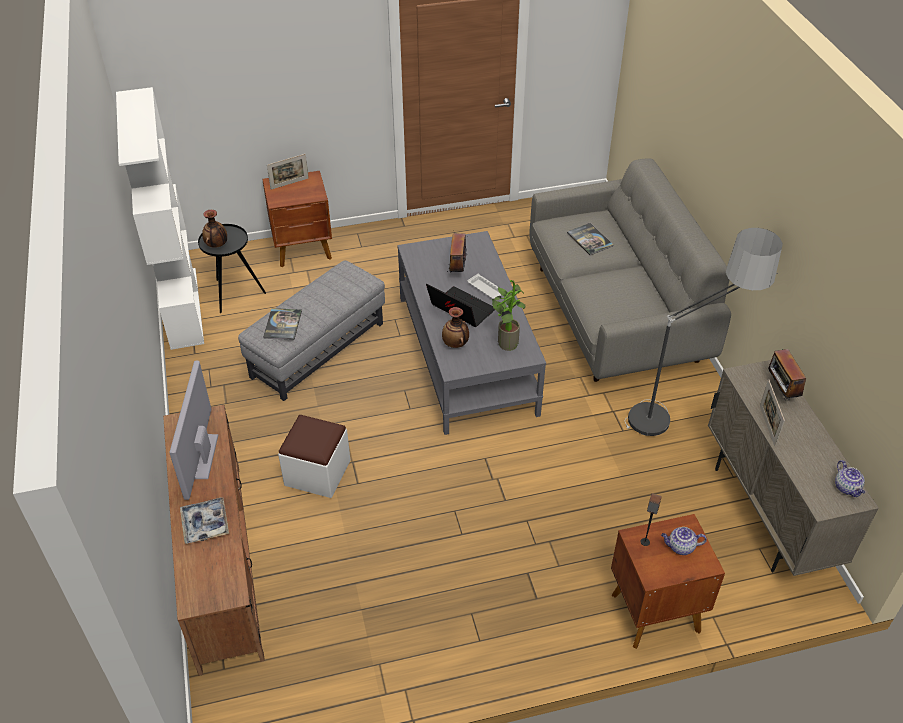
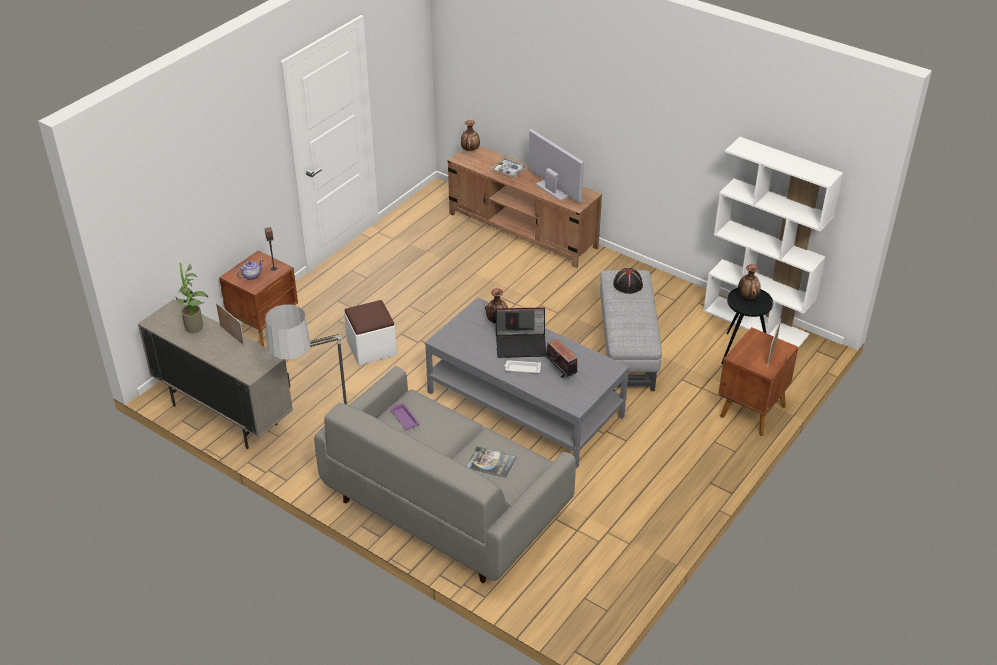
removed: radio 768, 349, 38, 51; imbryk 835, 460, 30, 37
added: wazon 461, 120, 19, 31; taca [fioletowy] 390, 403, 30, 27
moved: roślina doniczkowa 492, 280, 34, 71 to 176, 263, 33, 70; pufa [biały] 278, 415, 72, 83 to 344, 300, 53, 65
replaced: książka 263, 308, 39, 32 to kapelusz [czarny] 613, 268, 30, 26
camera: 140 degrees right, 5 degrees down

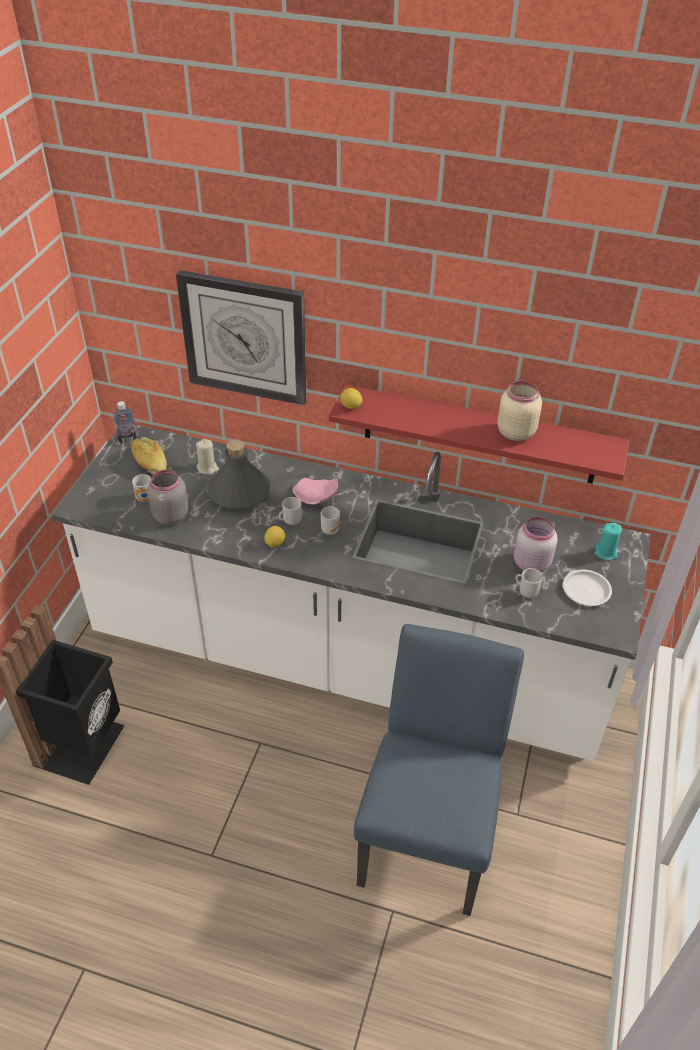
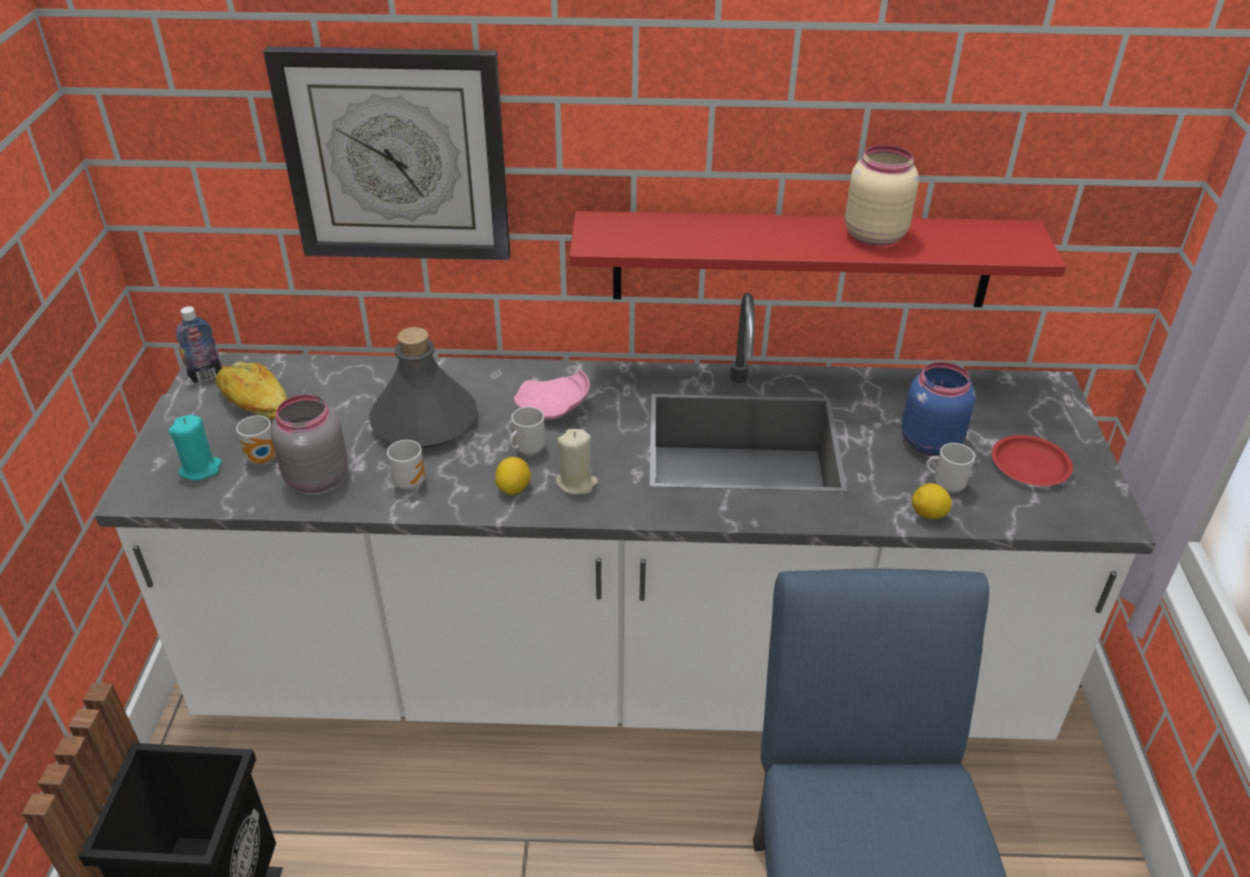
moved: cytryna 340, 388, 23, 21 to 912, 483, 40, 36; świeca [beżowy] 196, 439, 23, 36 to 555, 429, 43, 65; kubek 321, 506, 19, 29 to 387, 440, 38, 50; świeca [turkusowy] 595, 523, 27, 37 to 169, 415, 53, 65
recoloured: słoik [różowy] 514, 517, 43, 55 to słoik [niebieski] 901, 362, 74, 94; talerz [biały] 563, 570, 49, 36 to talerz [czerwony] 992, 435, 81, 51
camera: 15 degrees left, 5 degrees down

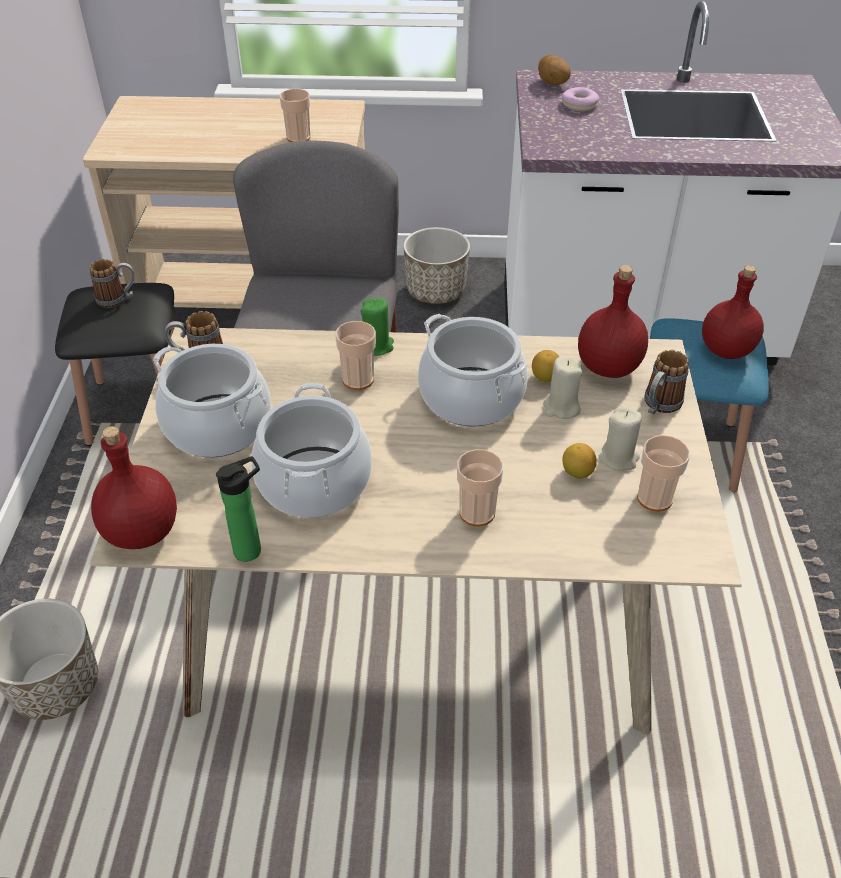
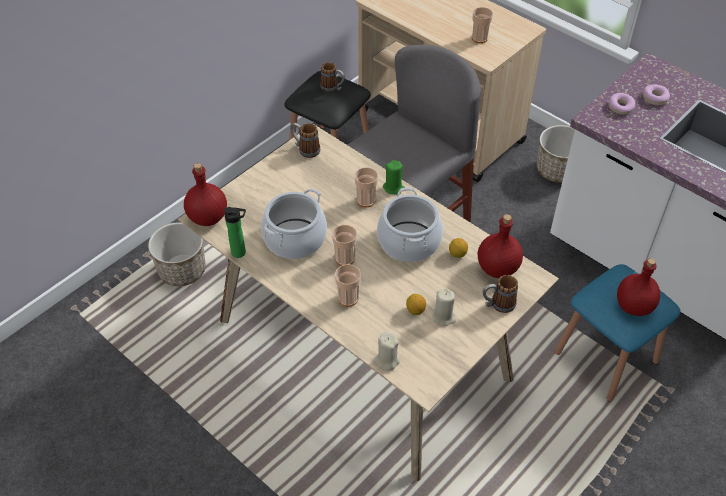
removed: ziemniak 538, 55, 33, 30; garnek 153, 344, 118, 113
added: donut 608, 93, 27, 21
moved: świeca [beżowy] 543, 357, 39, 62 to 374, 332, 26, 39; filiżanka 637, 435, 53, 77 to 332, 225, 25, 41
camera: 40 degrees right, 5 degrees up

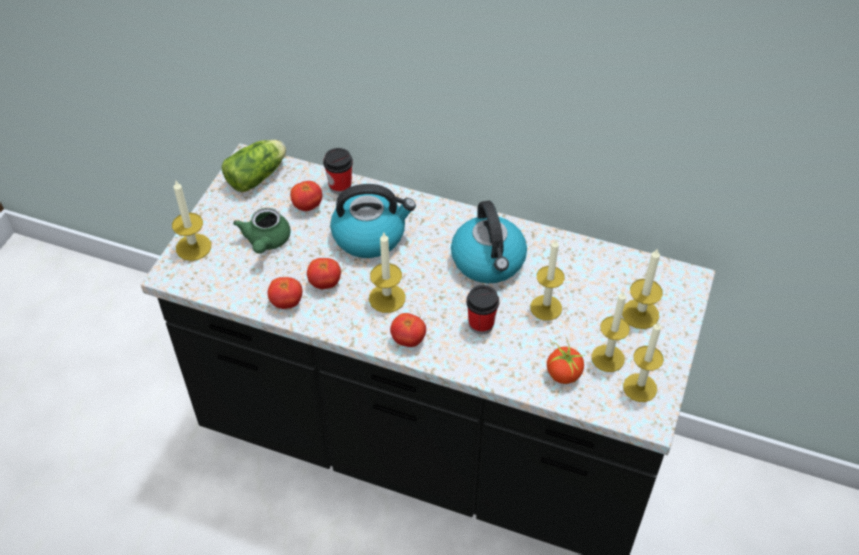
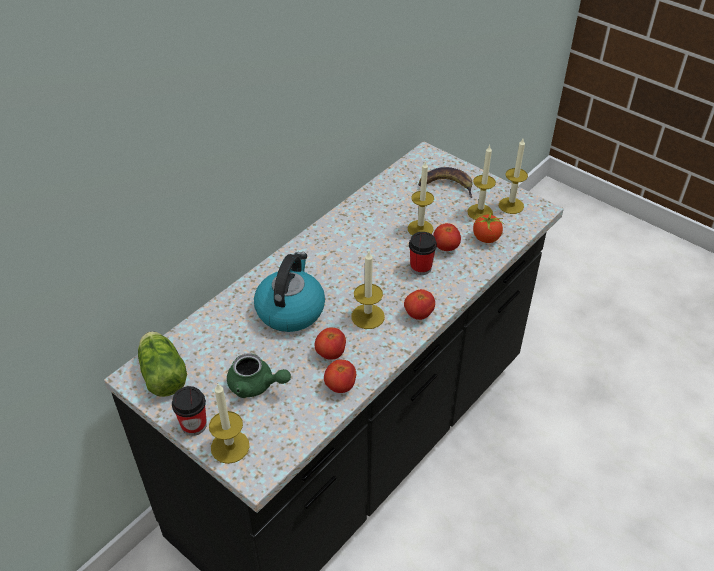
removed: czajnik 451, 200, 76, 83
moved: filiżanka 323, 148, 30, 46 to 172, 386, 35, 50; pomidor 290, 181, 32, 30 to 433, 223, 28, 28
replaced: świeca 622, 248, 41, 81 to banan 418, 167, 55, 31
camera: 70 degrees left, 5 degrees down

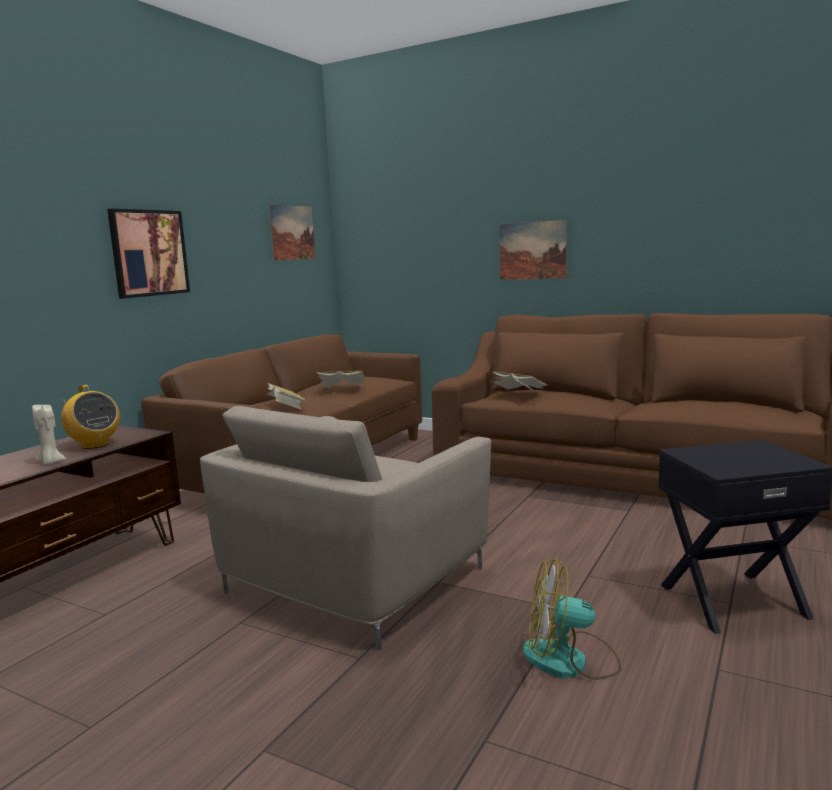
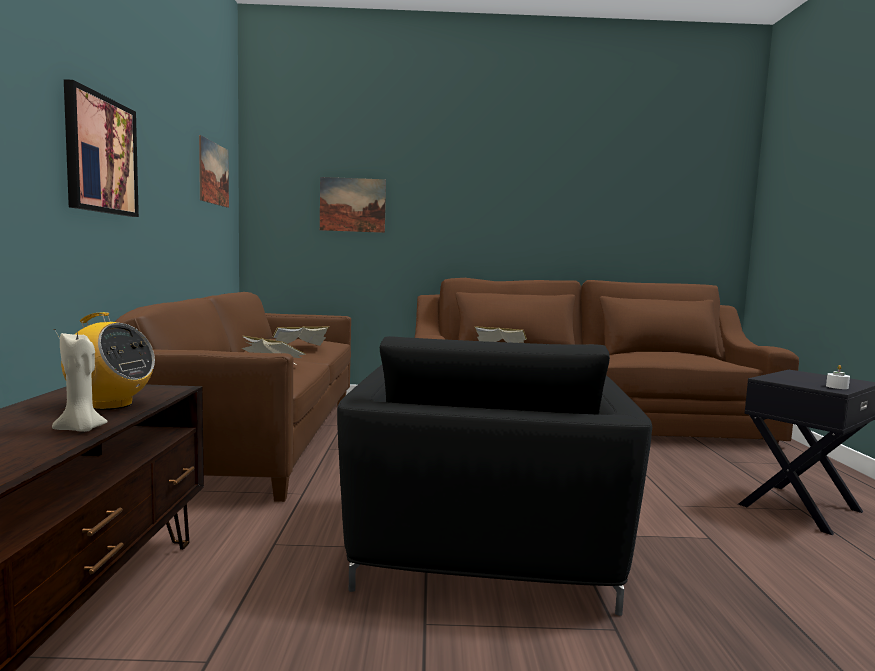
removed: wentylator 523, 559, 99, 121
added: świeca [biały] 826, 365, 24, 24
moved: obraz 499, 220, 68, 60 to 320, 177, 66, 56
recoloured: fotel [beżowy] 200, 406, 291, 244 to fotel [czarny] 337, 336, 315, 280
camera: 30 degrees left, 5 degrees down

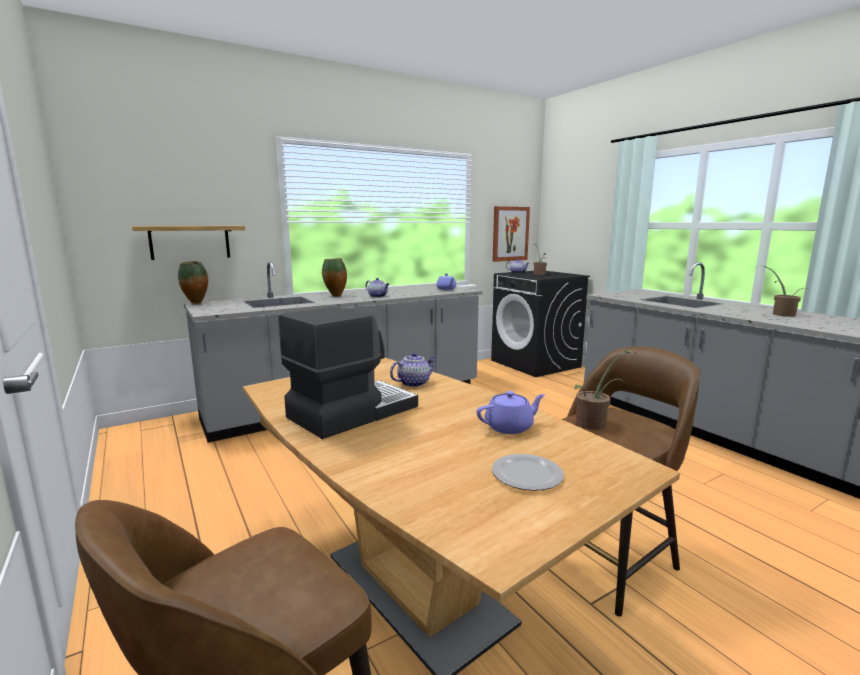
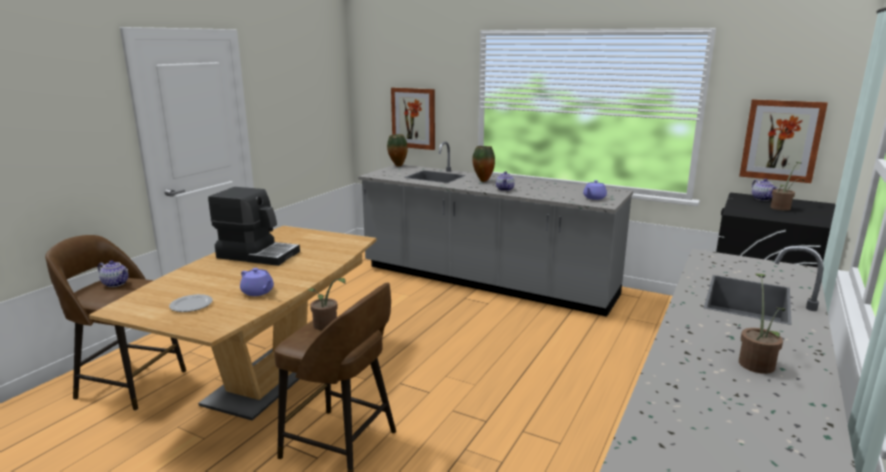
moved: imbryk 390, 352, 46, 35 to 98, 261, 30, 26
replaced: półka 132, 226, 113, 34 to obraz 391, 87, 44, 63
camera: 60 degrees right, 5 degrees up

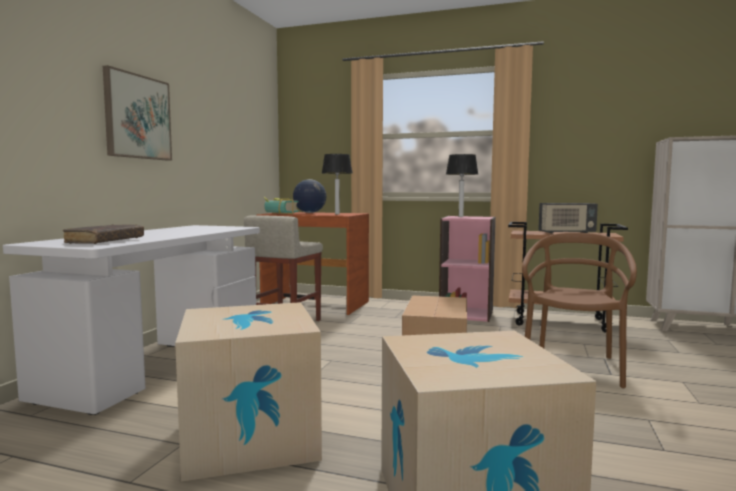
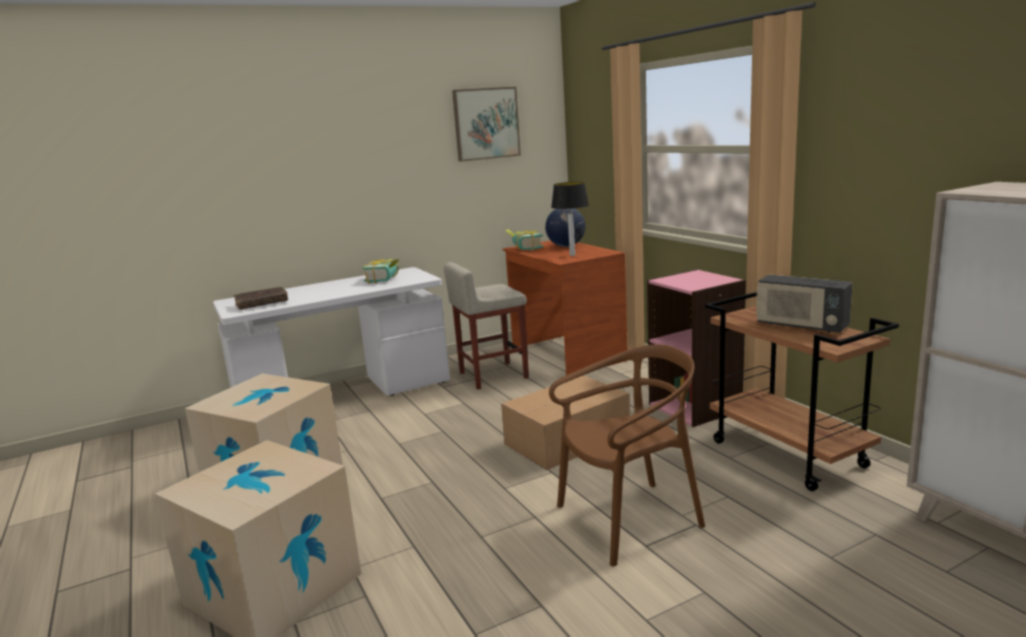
removed: lampa stołowa 446, 154, 32, 63
added: książka 362, 259, 37, 25
moved: obraz 103, 65, 69, 96 to 452, 87, 69, 75
camera: 45 degrees right, 10 degrees up

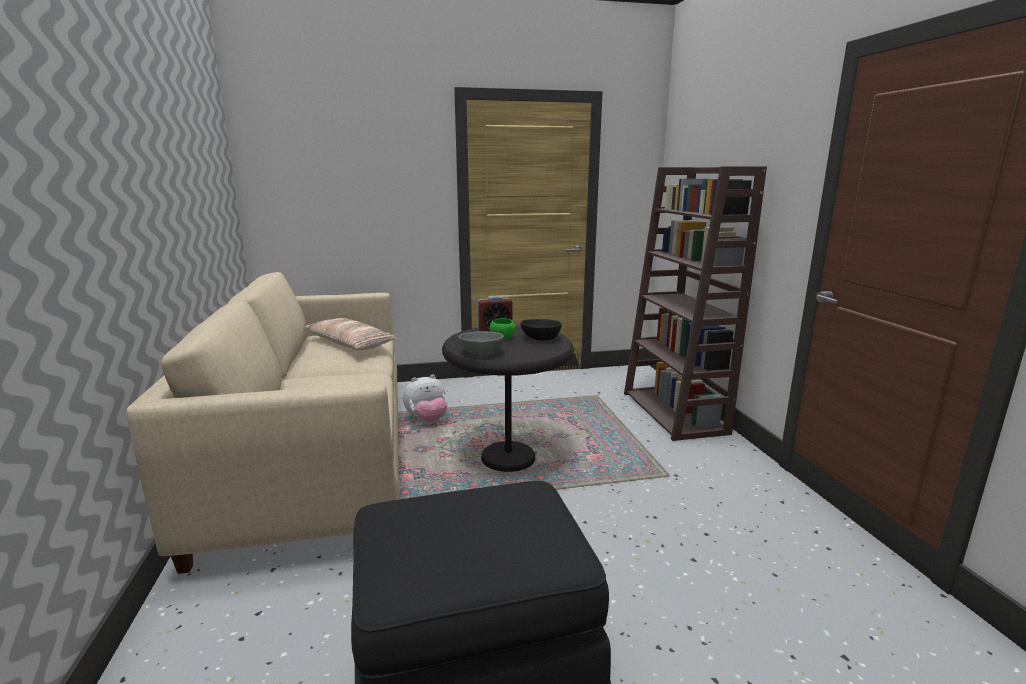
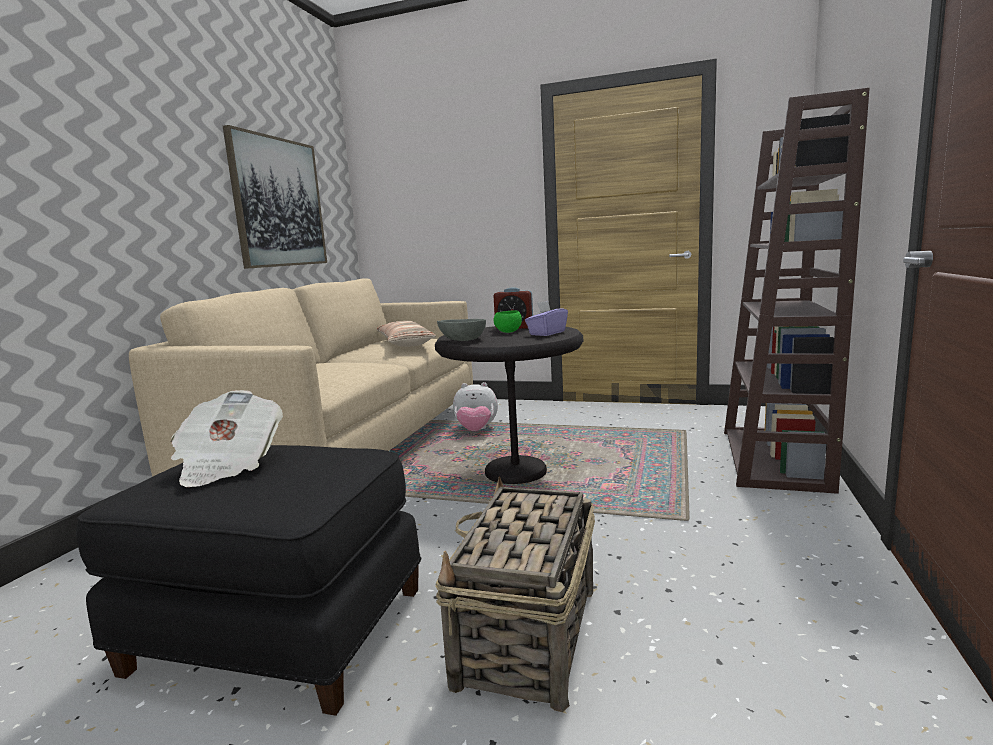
added: obraz 223, 125, 104, 144; gazeta 171, 390, 112, 97; koszyk 435, 476, 160, 236
replaced: miska [czarny] 520, 319, 42, 22 to pudełko chusteczek [fioletowy] 525, 301, 43, 35
camera: 30 degrees right, 5 degrees down

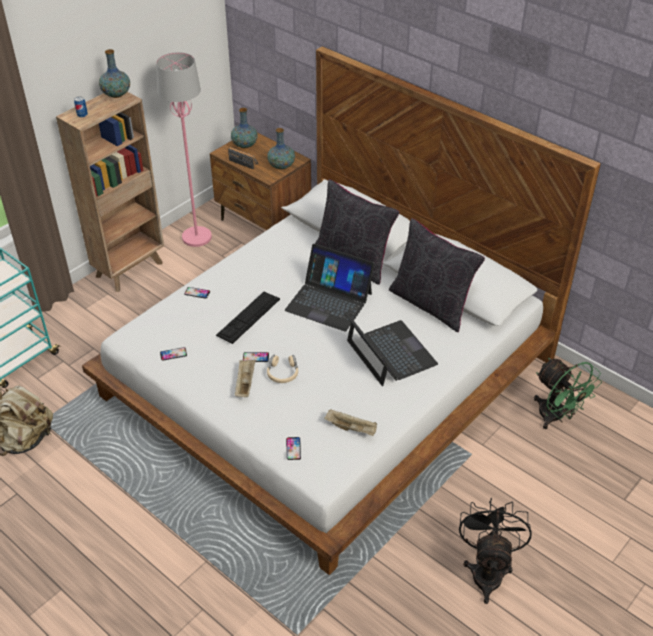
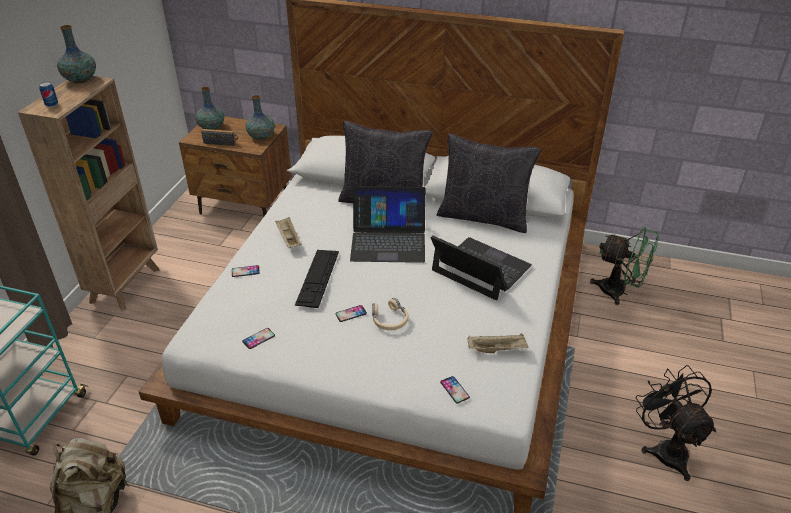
removed: lampa stojąca [różowy] 156, 52, 56, 195
moved: taca [beżowy] 235, 360, 21, 37 to 275, 217, 26, 30
camera: 25 degrees left, 5 degrees down

